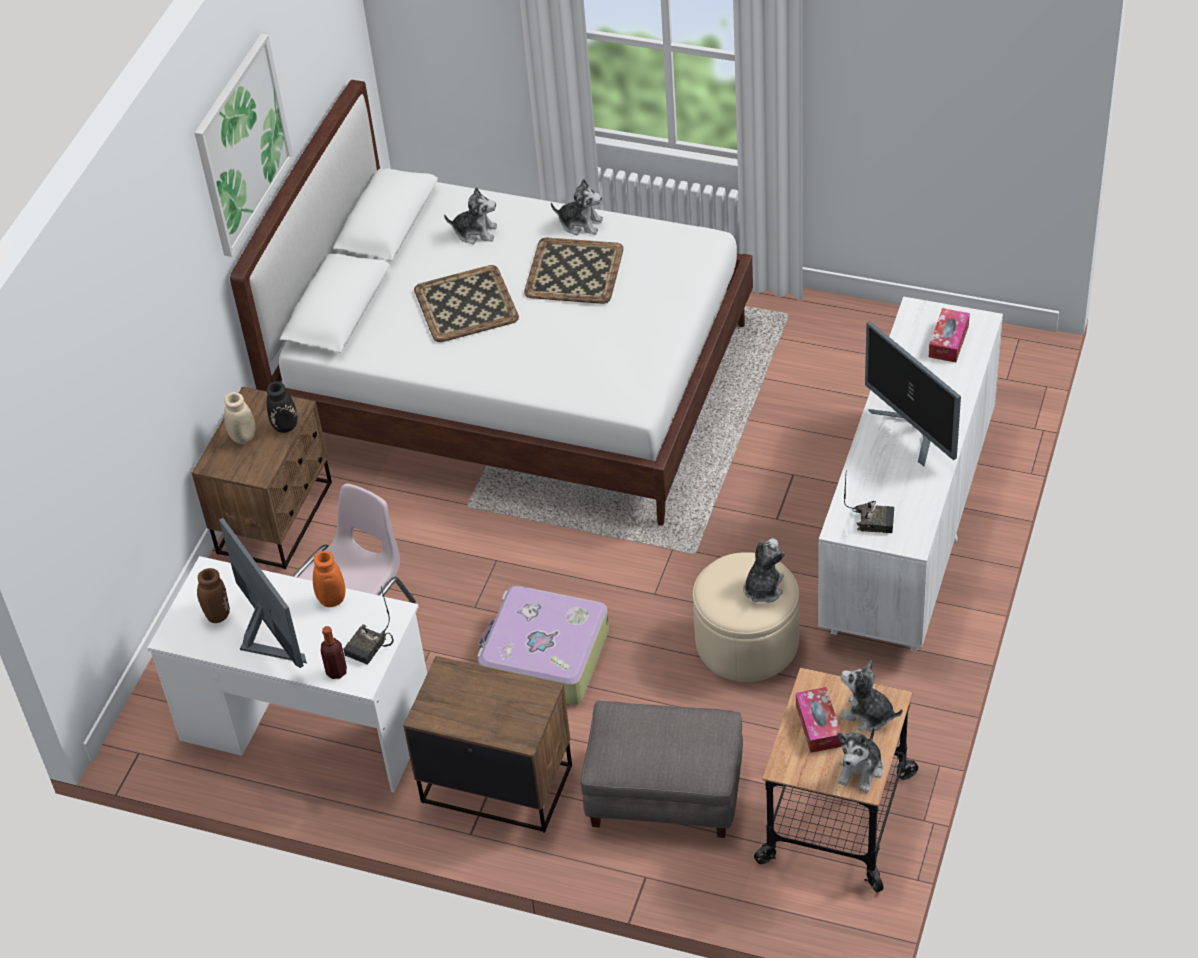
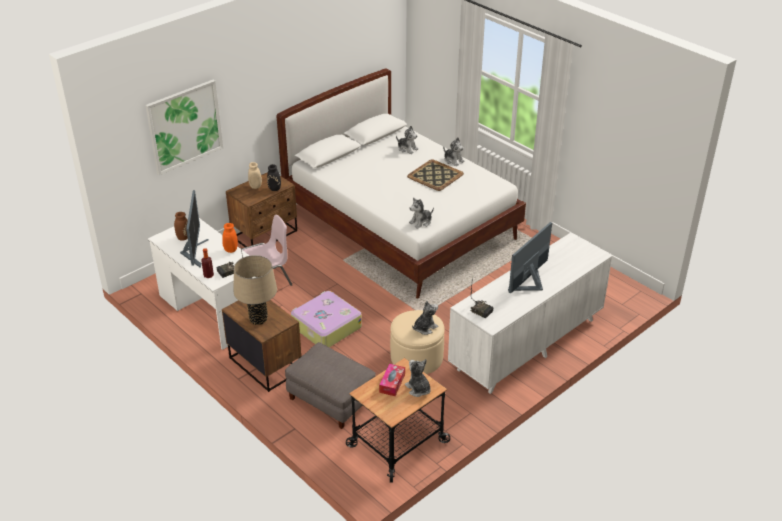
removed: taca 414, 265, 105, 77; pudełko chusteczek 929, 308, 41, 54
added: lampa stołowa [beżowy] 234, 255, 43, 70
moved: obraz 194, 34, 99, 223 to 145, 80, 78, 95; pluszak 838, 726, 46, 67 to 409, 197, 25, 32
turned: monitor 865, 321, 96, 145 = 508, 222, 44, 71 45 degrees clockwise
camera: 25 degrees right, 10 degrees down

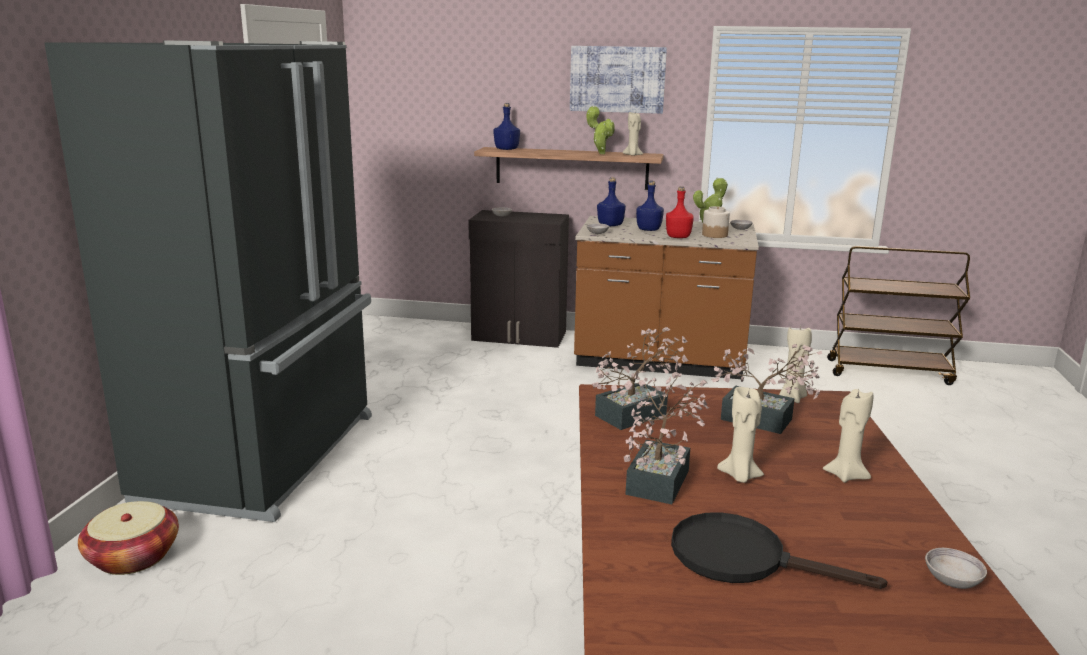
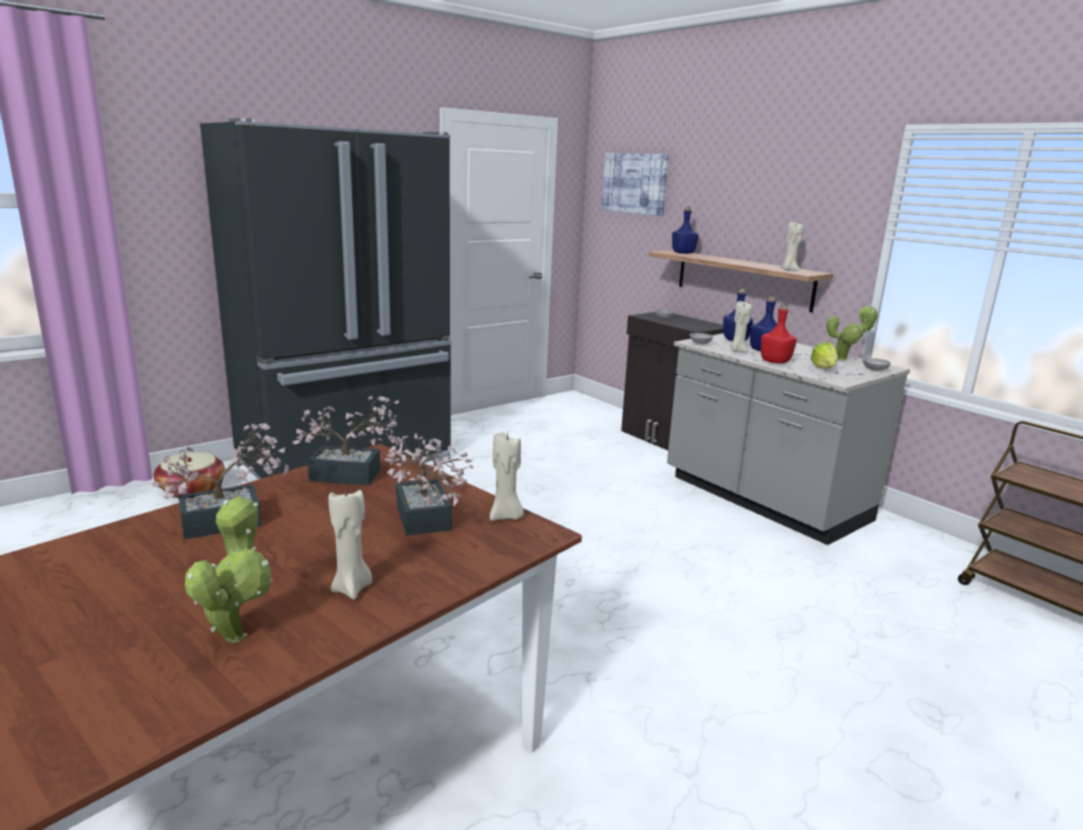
removed: patelnia [czarny] 671, 512, 216, 77; miska [szary] 925, 548, 62, 41
moved: obraz 570, 46, 97, 68 to 601, 153, 68, 63; roślina doniczkowa 587, 106, 28, 48 to 185, 496, 87, 147; świeca [beżowy] 717, 387, 47, 96 to 730, 301, 22, 51
replaced: słoik 702, 206, 28, 32 to sałata 811, 342, 27, 27
recoloured: zabudowa kuchenna [brązowy] 574, 216, 185, 163 to zabudowa kuchenna [szary] 667, 333, 243, 212
camera: 40 degrees right, 0 degrees up

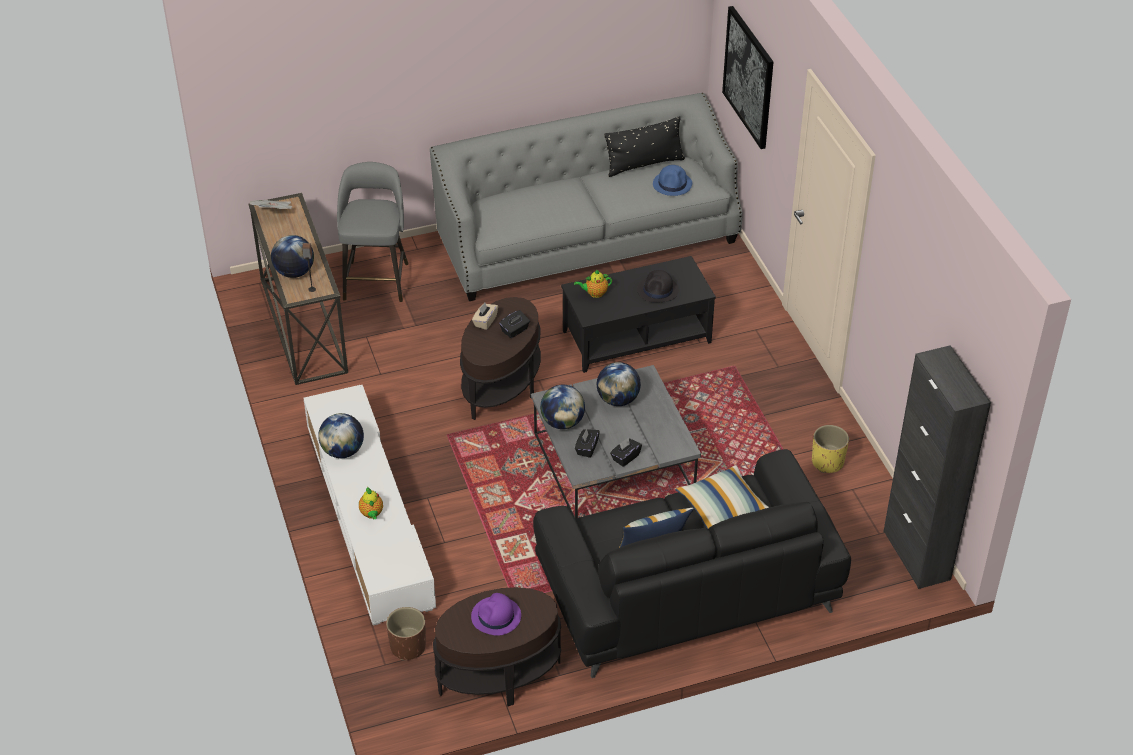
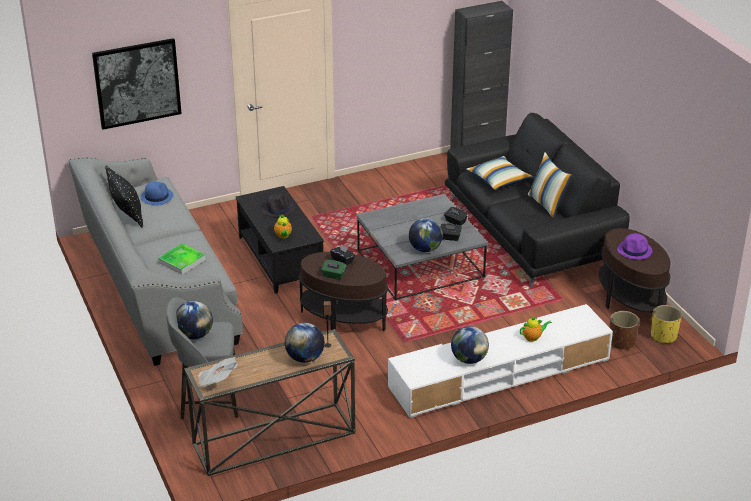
added: taca 158, 244, 47, 31
moved: globus 597, 362, 44, 44 to 176, 301, 37, 38; donica [żółty] 812, 425, 37, 48 to 651, 305, 31, 39
recoloured: pudełko chusteczek [beżowy] 472, 303, 26, 27 to pudełko chusteczek [zielony] 321, 260, 25, 20
camera: 95 degrees left, 10 degrees down

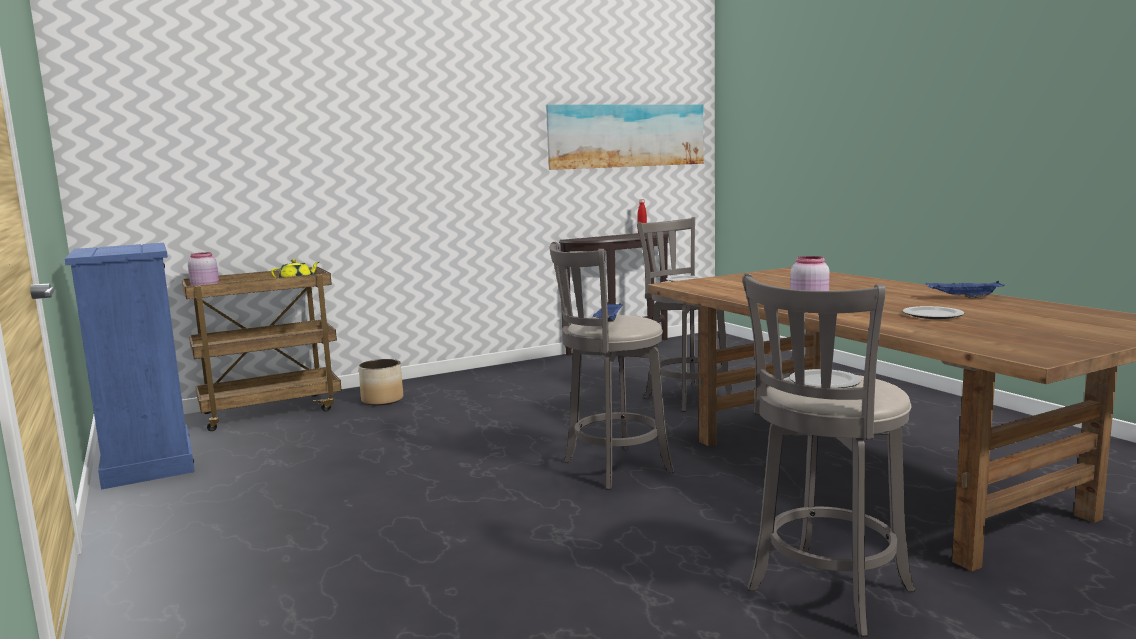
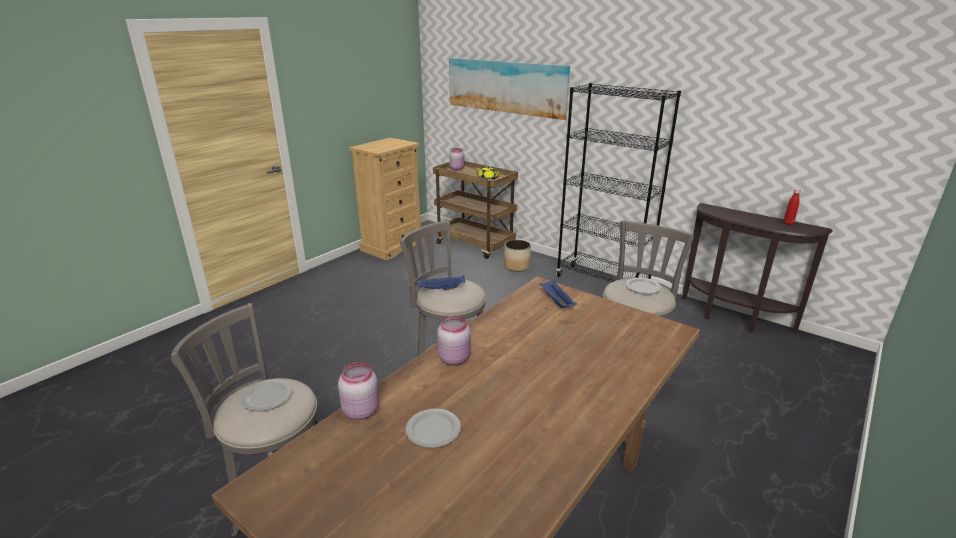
added: regał [czarny] 556, 83, 125, 199; słoik [różowy] 338, 362, 42, 58
moved: obraz 546, 104, 157, 66 to 449, 58, 121, 62; taca [niebieski] 926, 281, 78, 17 to 540, 280, 37, 28
recoloured: komoda [niebieski] 65, 243, 130, 247 to komoda [beżowy] 349, 137, 74, 124
camera: 65 degrees right, 15 degrees up

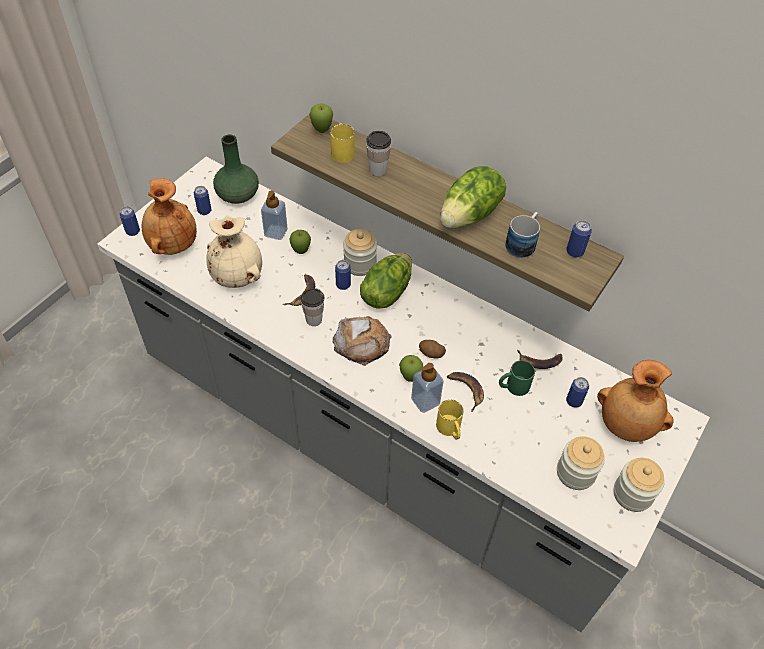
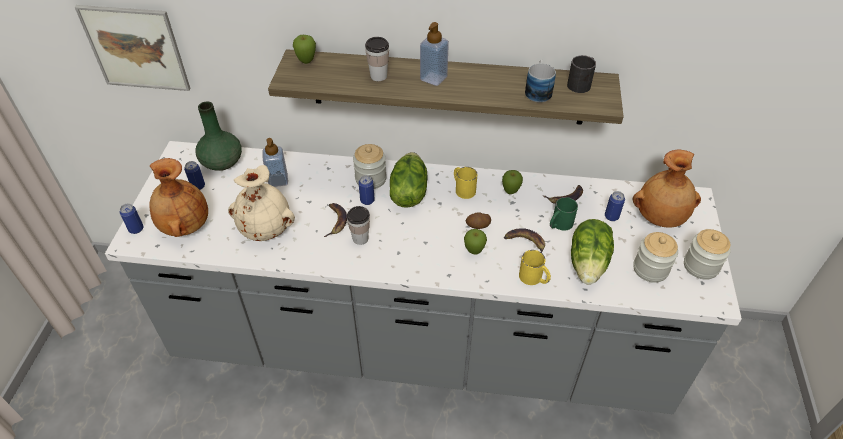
removed: chleb 333, 316, 58, 50
added: obraz 75, 5, 116, 86
moved: kubek [żółty] 330, 123, 25, 40 to 454, 167, 23, 32; sałata 440, 166, 66, 62 to 571, 219, 43, 66; jabłko 289, 230, 22, 24 to 502, 170, 21, 24; dozownik mydła 411, 363, 33, 50 to 420, 22, 29, 64
replaced: puszka 566, 220, 26, 37 to kubek [czarny] 567, 55, 29, 38
camera: 25 degrees left, 5 degrees down

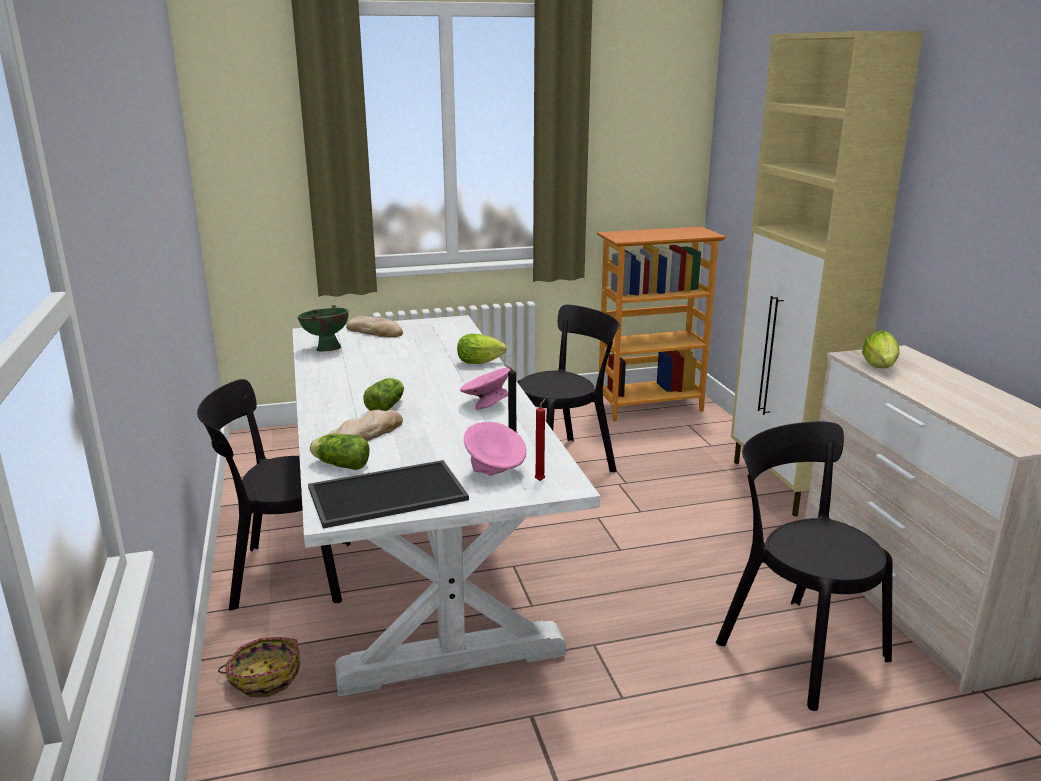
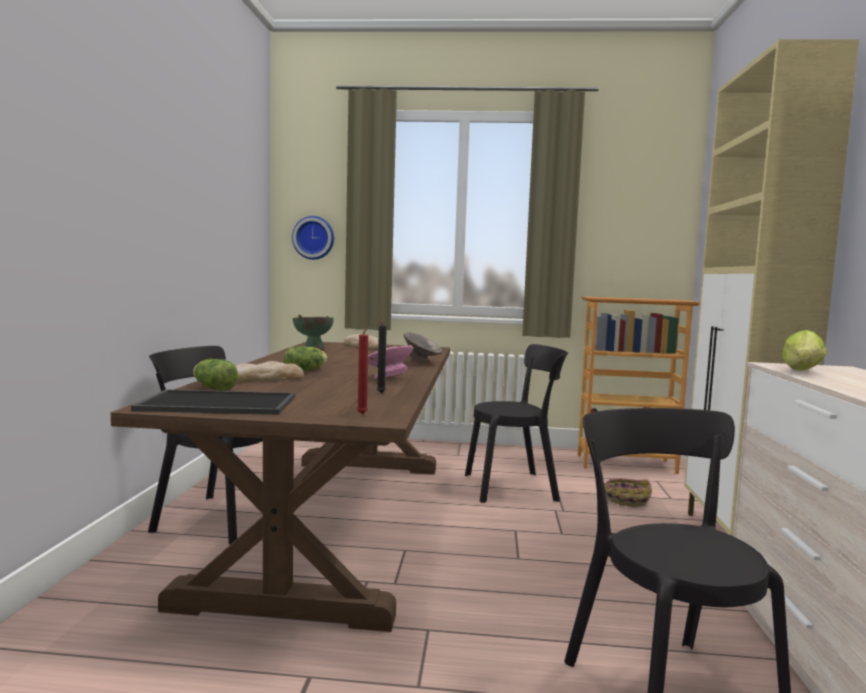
removed: miska [różowy] 464, 422, 62, 54
added: zegar ścienny 292, 216, 42, 44
moved: koszyk 218, 637, 82, 60 to 604, 478, 48, 29
replaced: sałata 457, 334, 50, 30 to miska [szary] 404, 333, 38, 30
recoloured: stół jadalny [biały] 292, 315, 308, 382 to stół jadalny [brązowy] 111, 342, 339, 290
camera: 20 degrees right, 15 degrees down

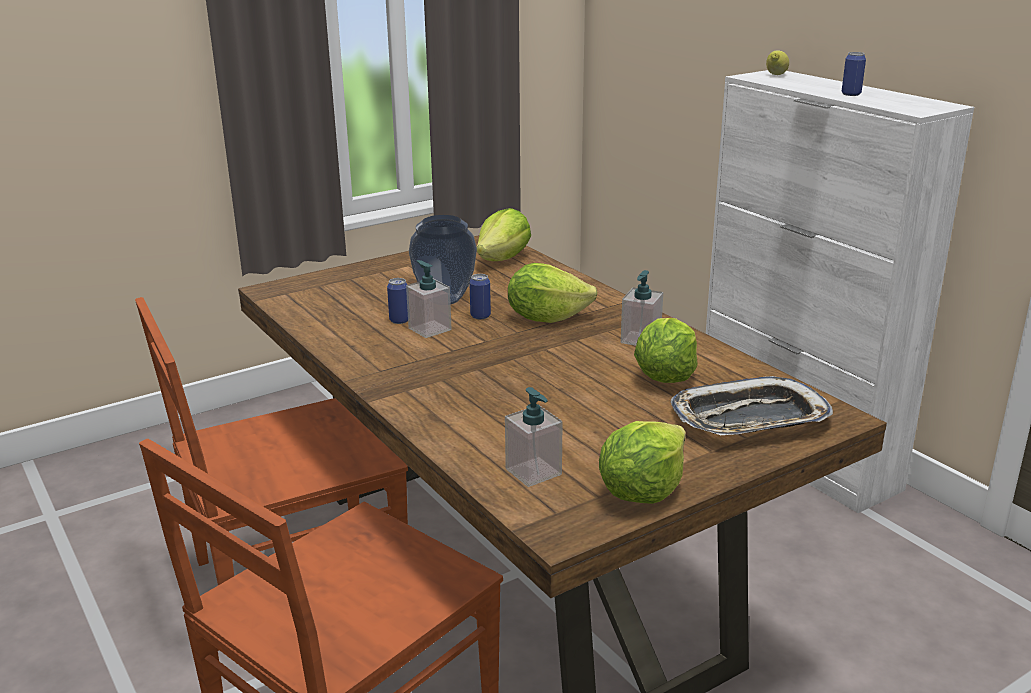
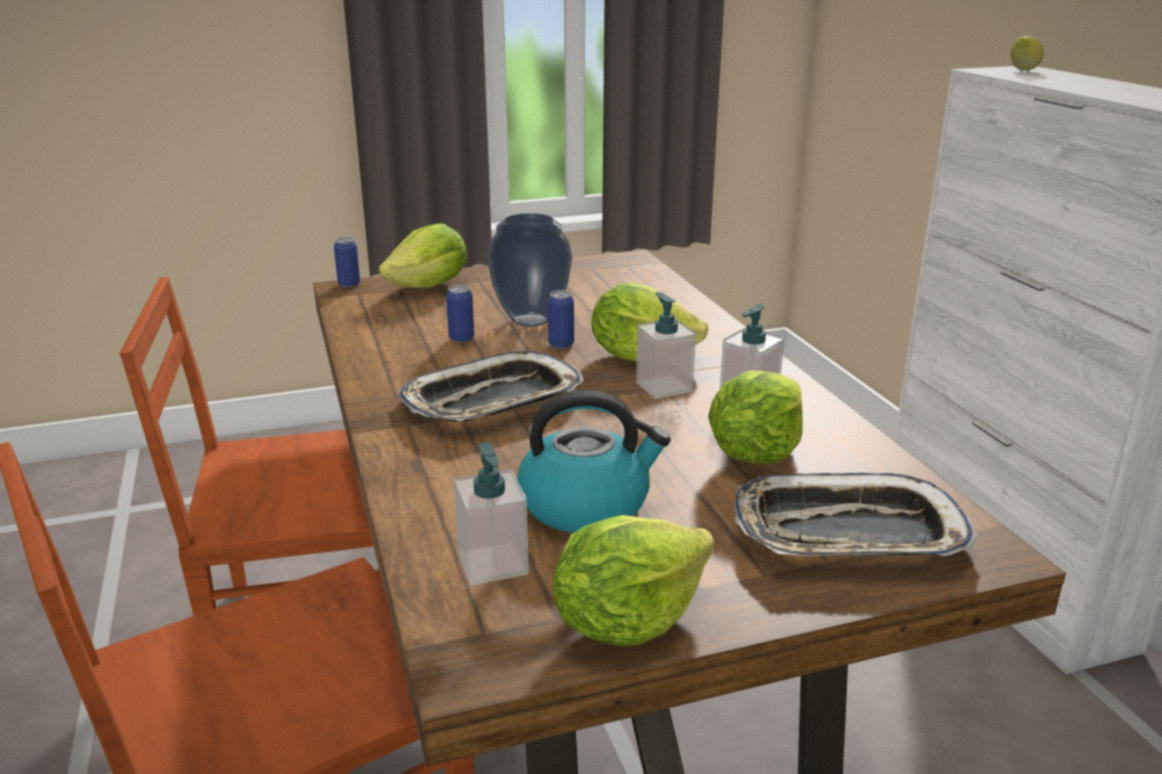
added: taca 398, 351, 186, 71; czajnik 517, 390, 154, 143
moved: puszka 842, 52, 24, 44 to 334, 237, 26, 50; sałata 477, 208, 54, 53 to 379, 224, 88, 64; dozownik mydła 406, 260, 45, 78 to 636, 292, 60, 107
camera: 15 degrees right, 0 degrees up

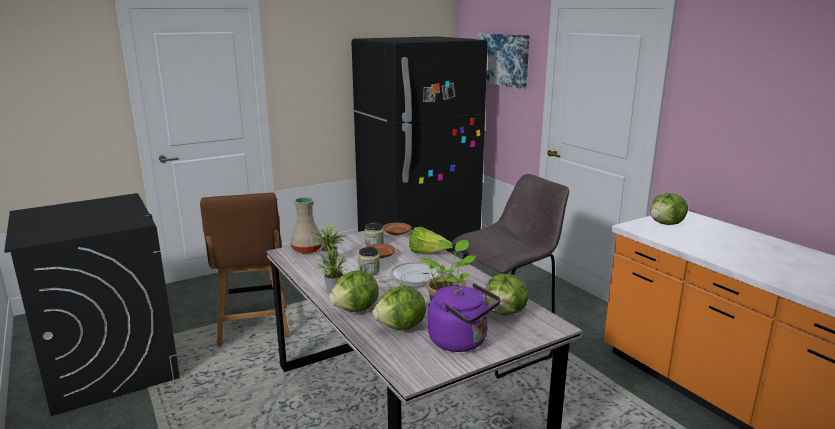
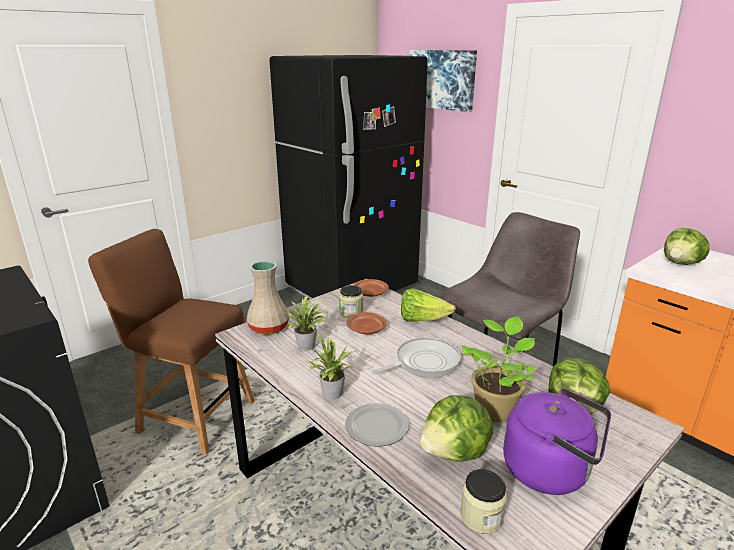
moved: słoik 358, 247, 22, 28 to 460, 469, 47, 65
replaced: sałata 329, 270, 50, 42 to talerz 345, 403, 64, 44
turned: krzesło [brązowy] 200, 193, 90, 154 = 88, 229, 167, 226 135 degrees clockwise
camera: 10 degrees left, 5 degrees up

